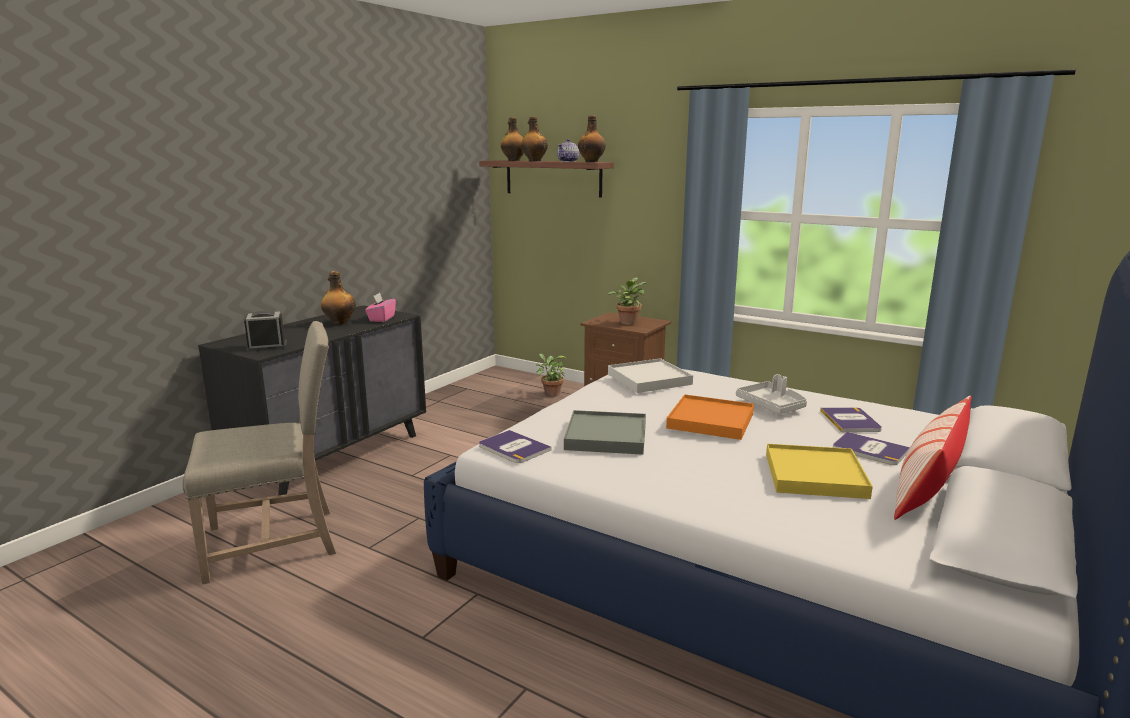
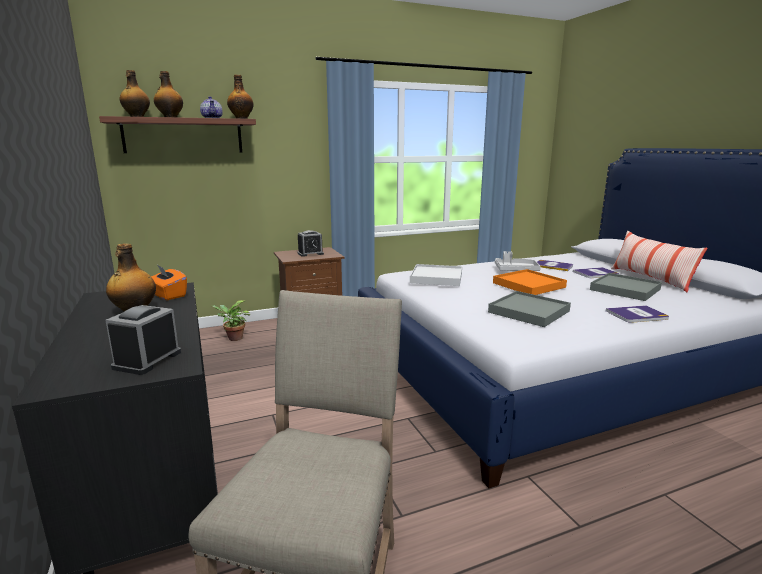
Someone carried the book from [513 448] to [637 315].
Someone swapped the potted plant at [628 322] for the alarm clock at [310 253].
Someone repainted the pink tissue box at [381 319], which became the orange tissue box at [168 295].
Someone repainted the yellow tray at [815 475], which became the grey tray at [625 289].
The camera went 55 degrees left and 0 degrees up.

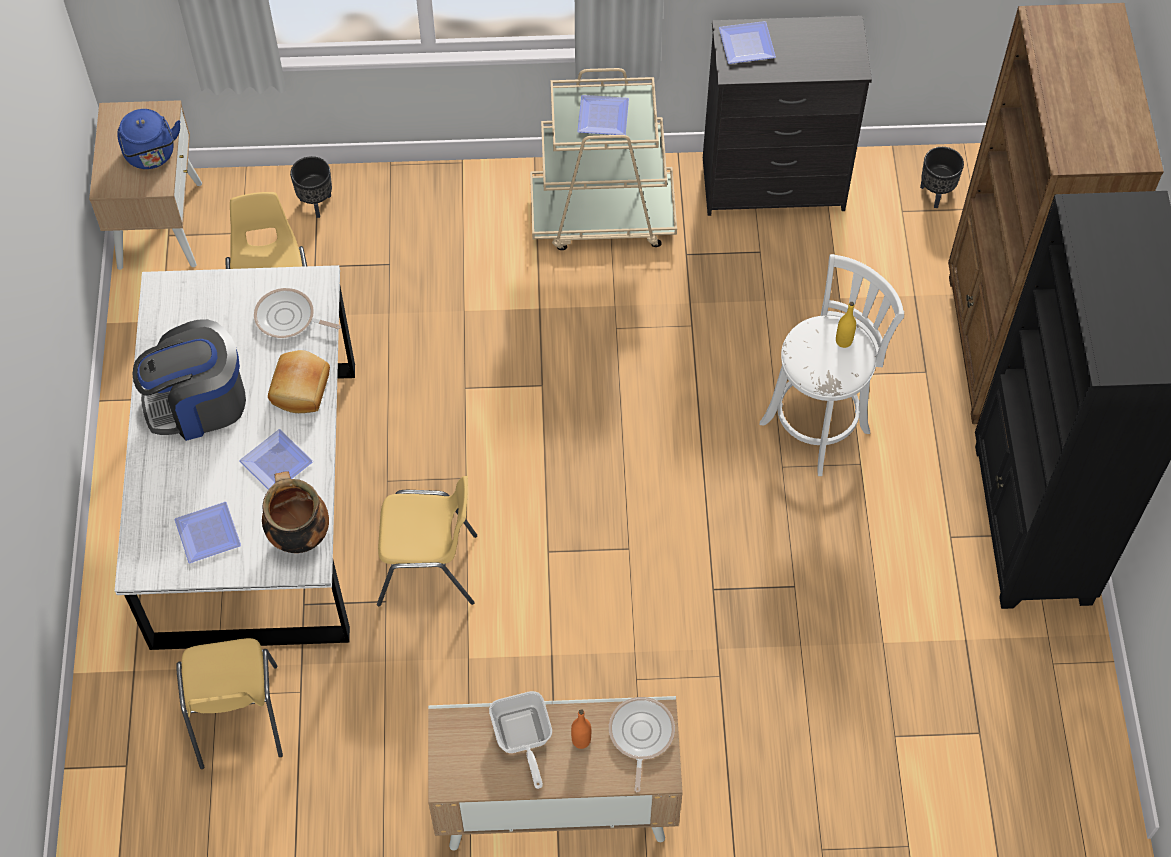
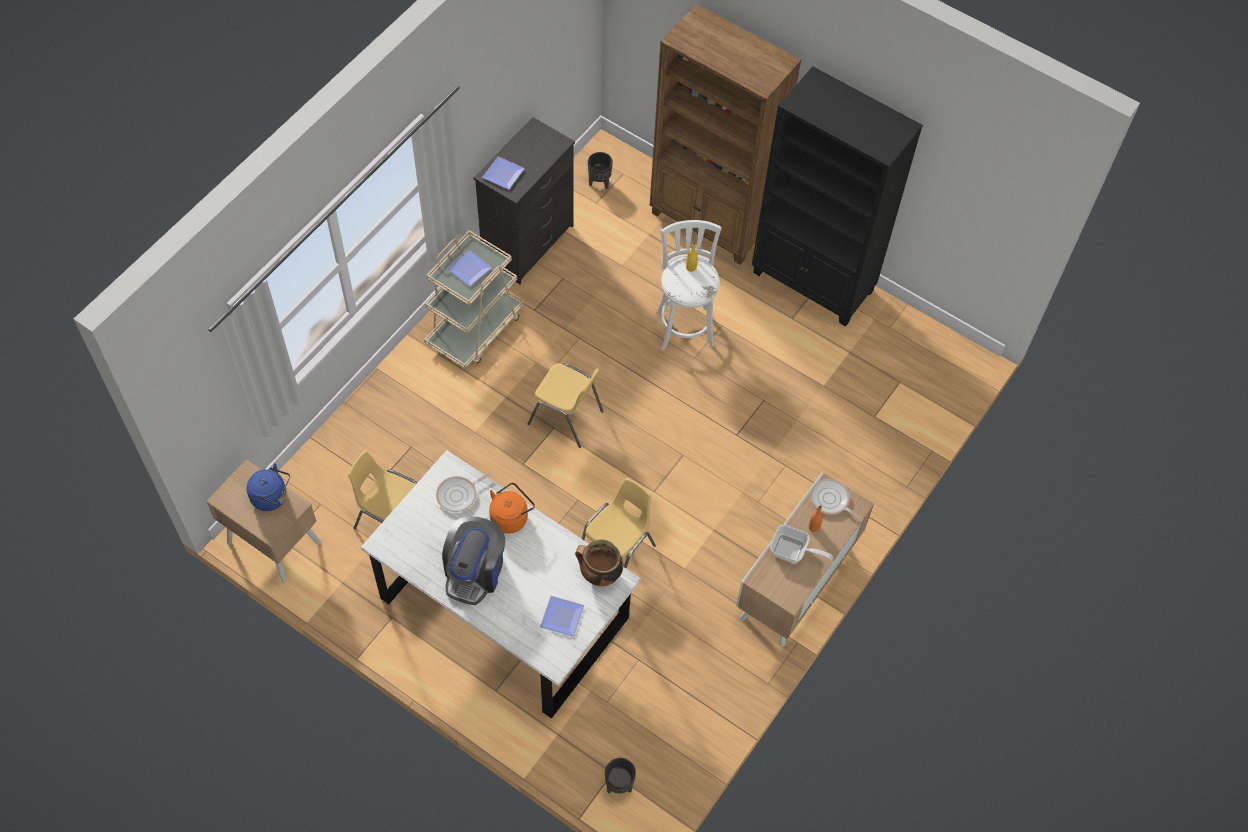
Someone took away the plate at [279 463].
Someone carried the yellow chair from [237 718] to [566 418].
Someone carried the black planter from [317 203] to [619 785].
Someone swapped the bread at [302 389] for the orange kettle at [510 517].
The camera went 55 degrees left and 0 degrees up.

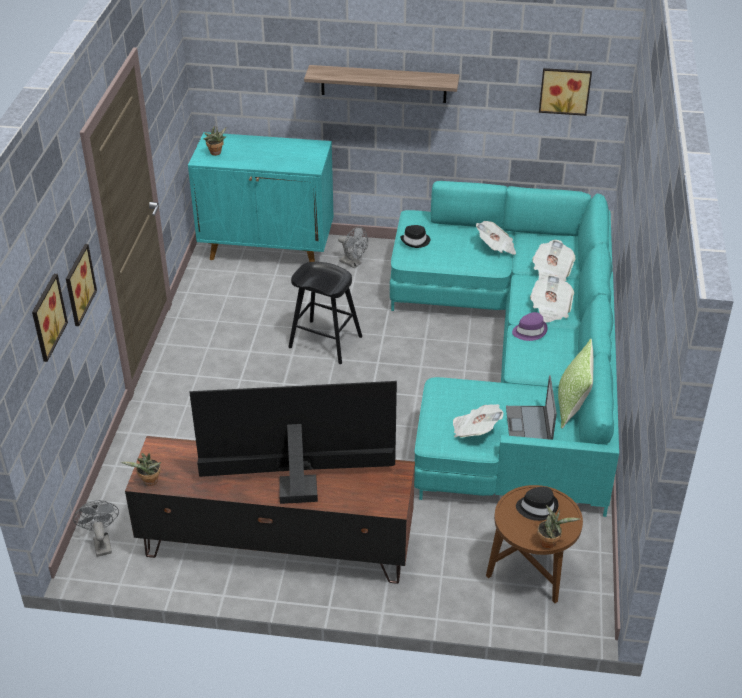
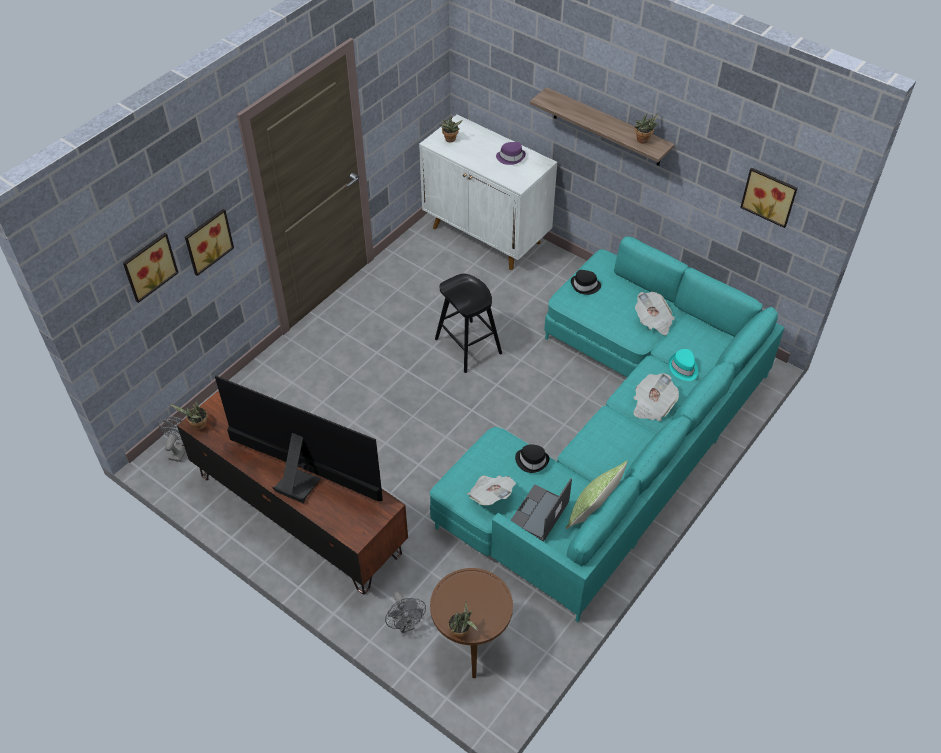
Someone put down the potted plant at [643 141].
Someone carried the grey fan from [353 263] to [405 624].
Someone carried the purple hat from [529 331] to [511 157].
Someone carried the black hat from [537 507] to [532 460].
Someone swapped the newspaper at [551 272] for the turquoise hat at [683 368].
Someone repainted the turquoise cabinet at [268 248], which became the white cabinet at [487 235].
The camera went 30 degrees right and 10 degrees up.

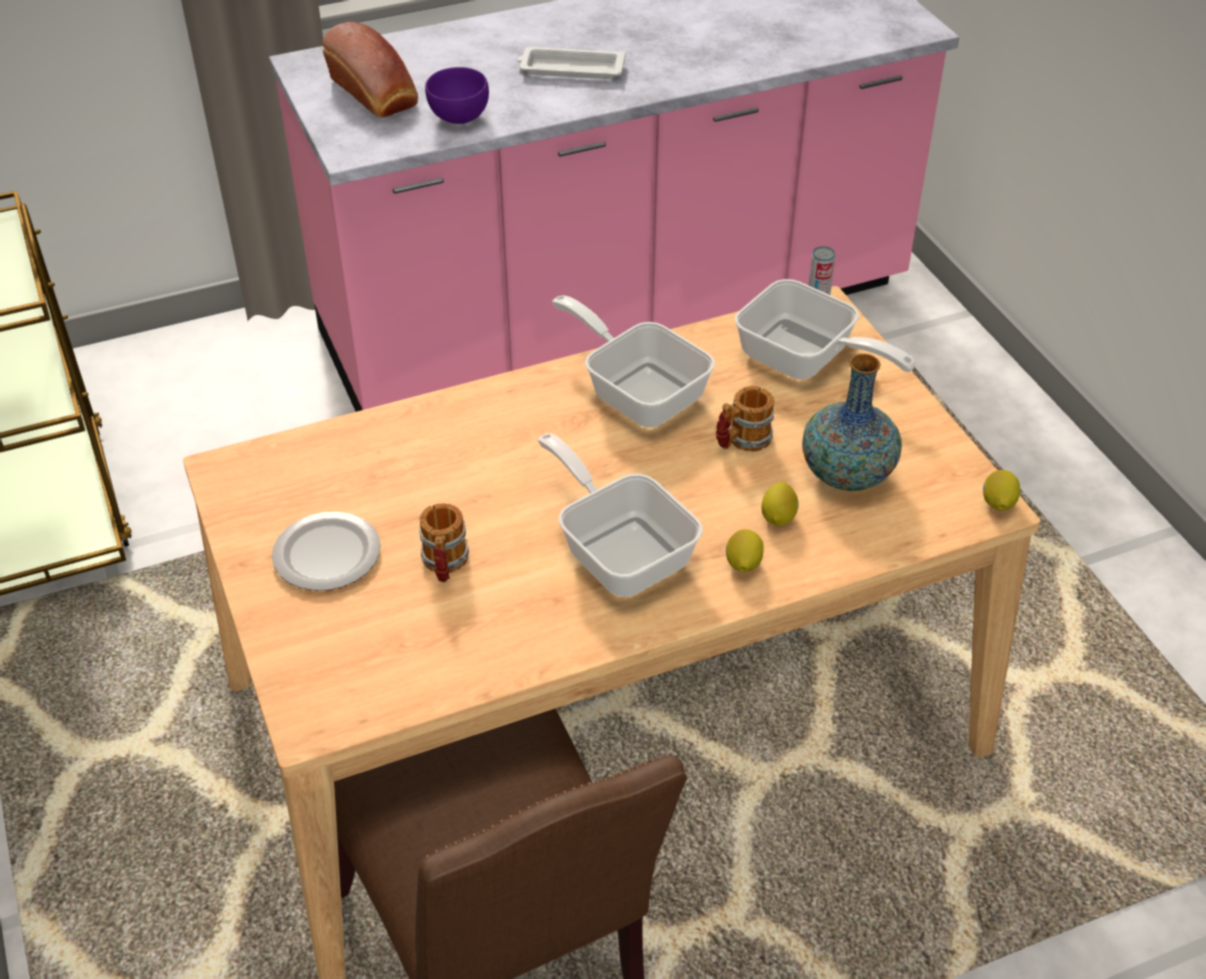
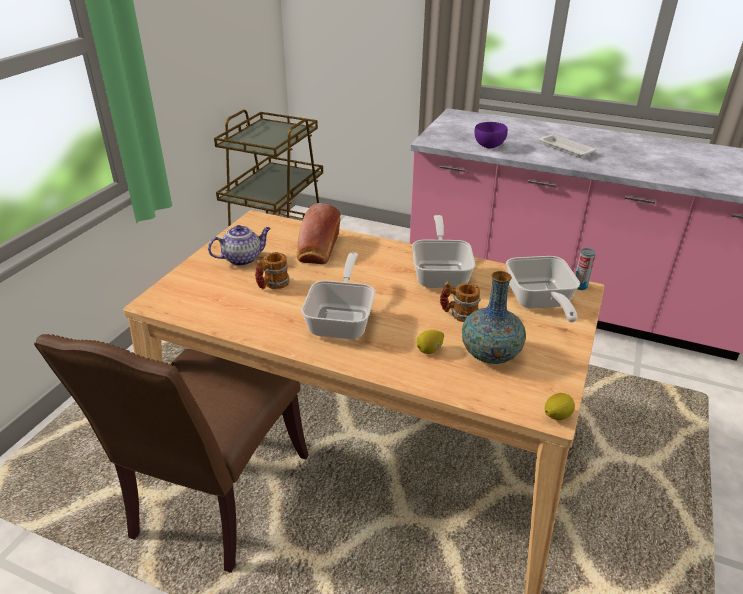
Someone took away the lemon at [743 564].
Someone carried the bread from [375 94] to [318 249].
Someone swapped the plate at [326 553] for the teapot at [243 258].
The camera went 45 degrees right and 10 degrees down.

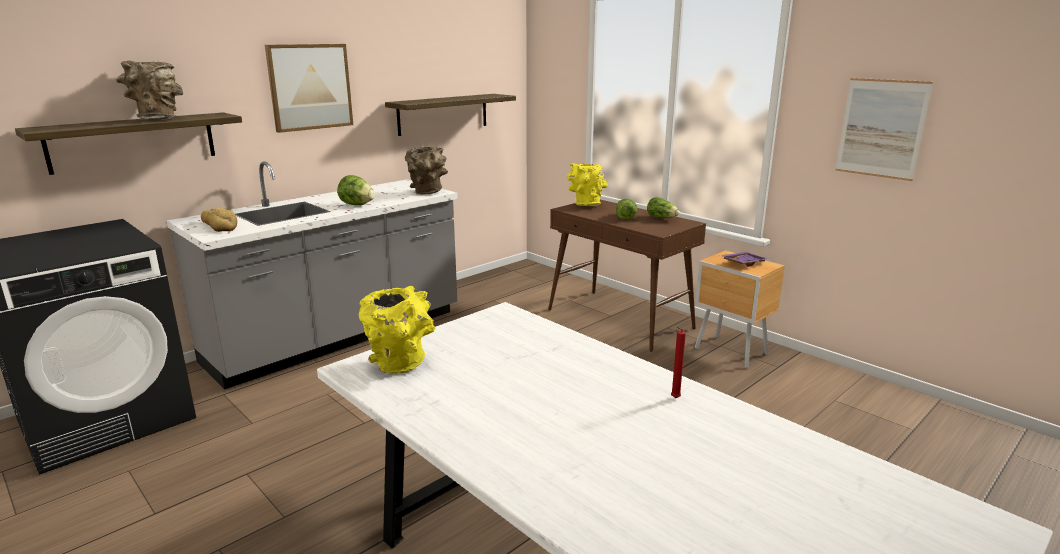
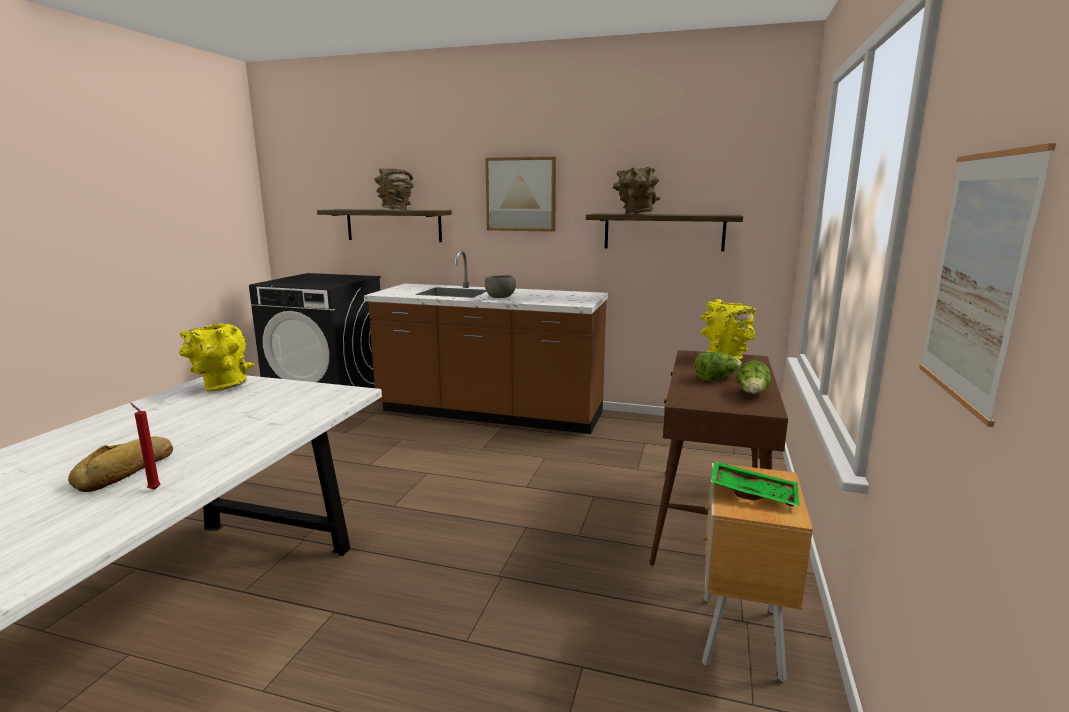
Someone carried the bread from [220 225] to [128 471].
Someone carried the brown vase from [427 192] to [635 214].
Someone swapped the lettuce at [356 205] for the grey bowl at [500 298].
Someone repainted the grey counter at [338 337], which became the brown counter at [489 413].
Someone repainted the purple tray at [743 263], which became the green tray at [753 493].
The camera went 60 degrees right and 5 degrees down.

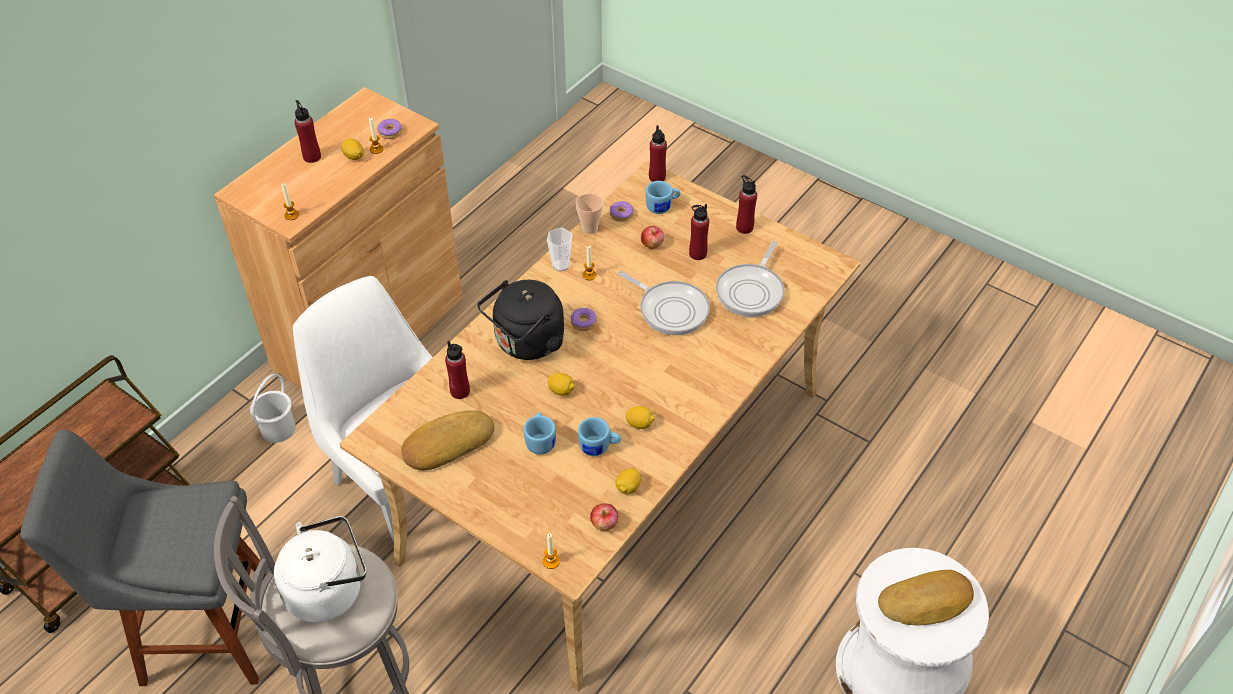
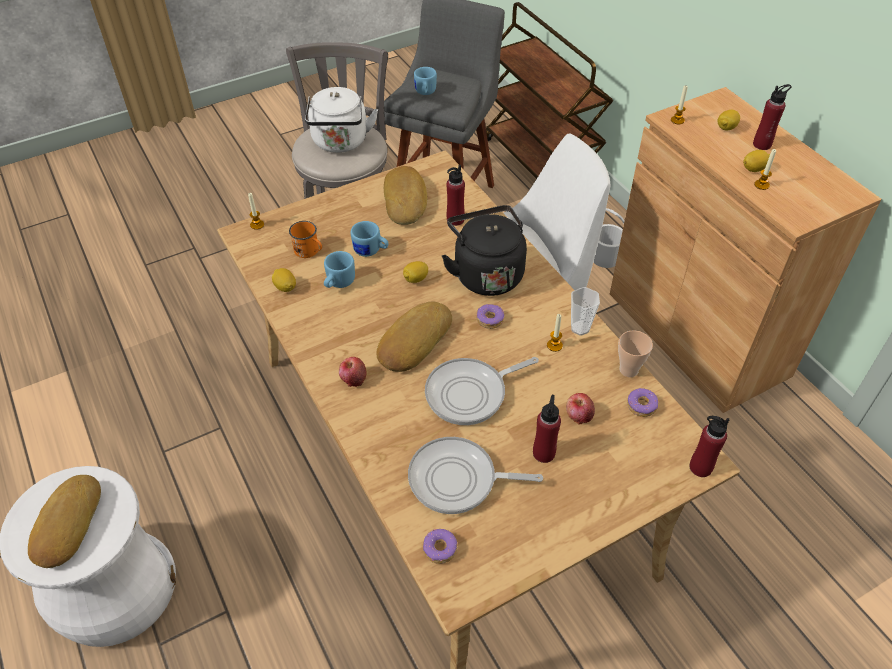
Someone took away the red bottle at [744 227].
Someone put down the orange mug at [309 251].
Someone put down the bread at [413 341].
Someone carried the donut from [390 132] to [440 549].
Someone carried the apple from [604 524] to [353 379].
Someone carried the lemon from [639 424] to [726 128].
Someone carried the blue mug from [662 207] to [424 93].
Someone rotated the frying pan at [751 291] by 45 degrees counterclockwise.
The camera went 115 degrees right and 0 degrees up.

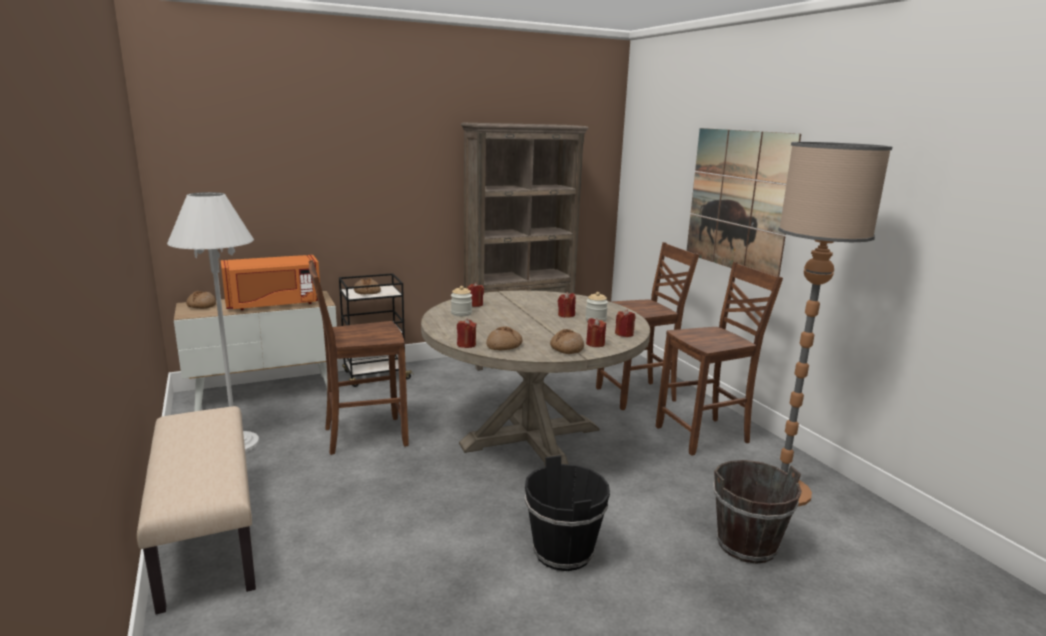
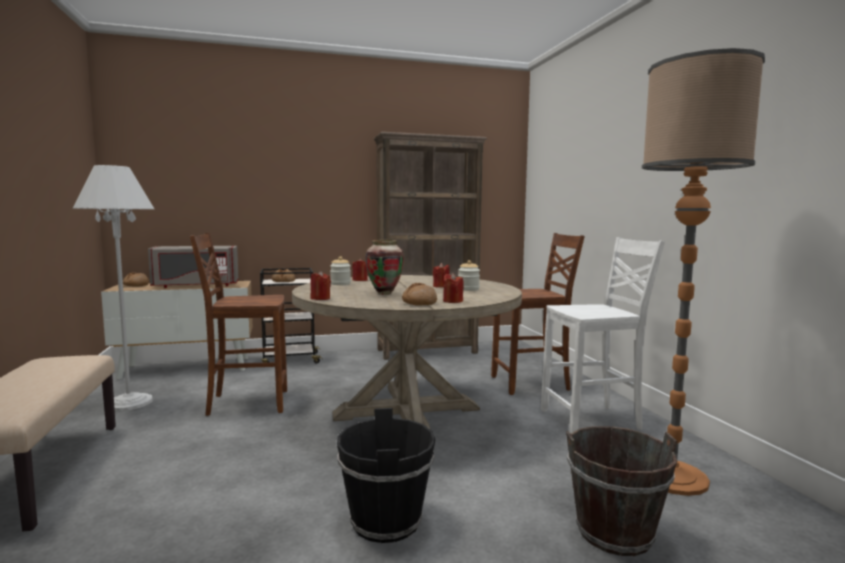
Someone took away the bread at [504 346].
Someone took away the red candle at [624 334].
Someone took away the picture at [738 200].
Someone put down the vase at [384 293].
Someone repainted the orange microwave at [273 304], which became the grey microwave at [196 285].
Someone repainted the brown chair at [705 436], which became the white chair at [593 420].
The camera went 10 degrees right and 10 degrees down.

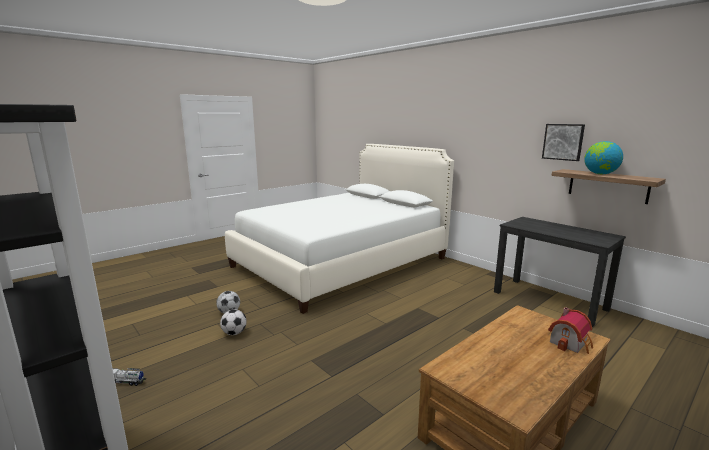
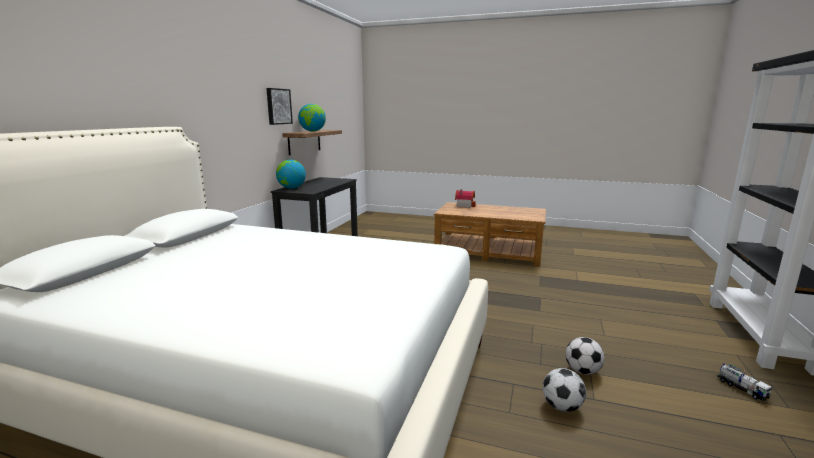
Someone put down the globe at [291 188].
The camera went 120 degrees left and 0 degrees up.

